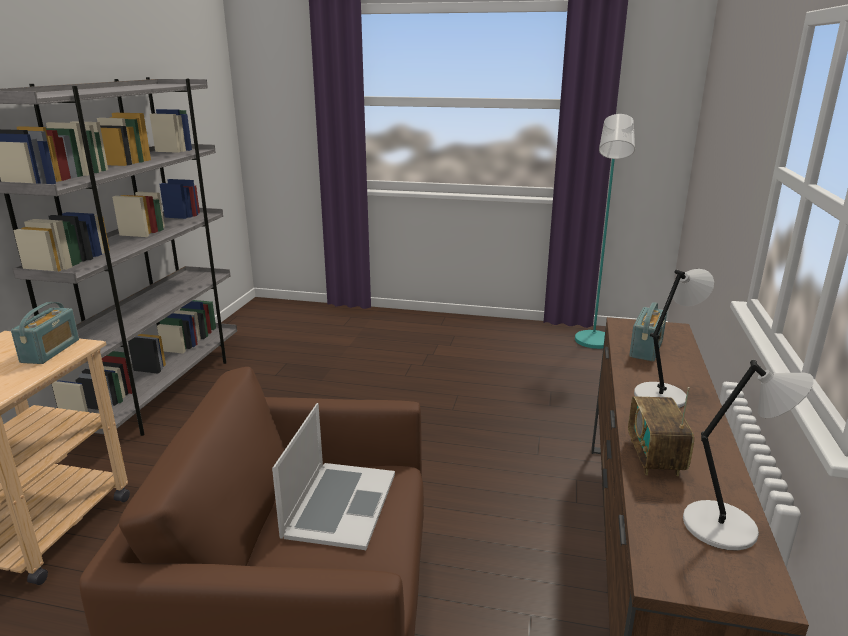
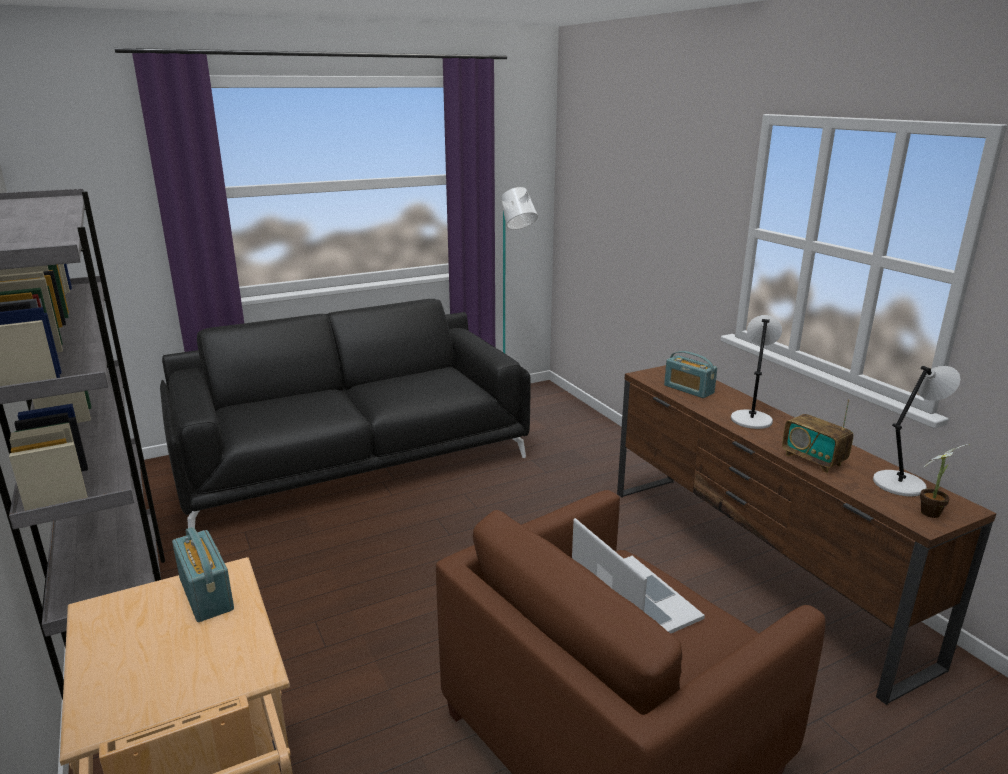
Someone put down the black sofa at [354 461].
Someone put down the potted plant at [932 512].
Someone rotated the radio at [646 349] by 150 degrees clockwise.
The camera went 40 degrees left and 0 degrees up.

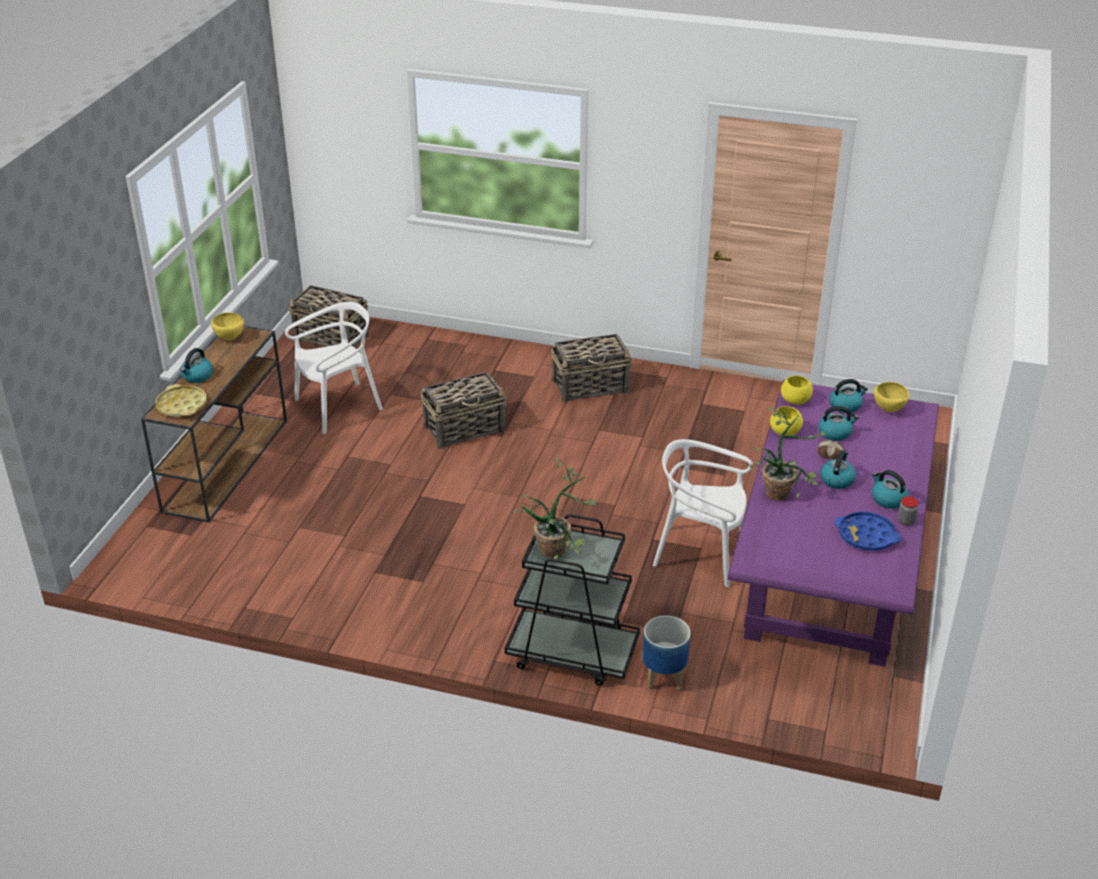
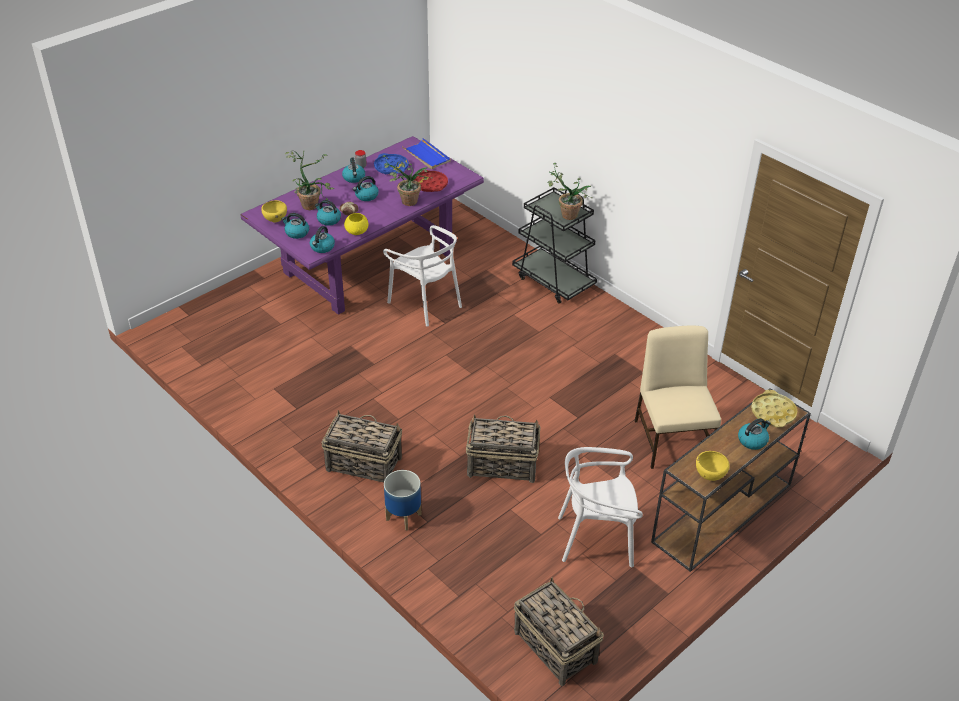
Someone put down the potted plant at [312 203].
Someone put down the blue tray at [426 156].
Someone put down the red tray at [430 184].
Someone put down the beige chair at [672 440].
Someone carried the planter from [663 677] to [404 517].
Someone swapped the yellow bowl at [795 400] for the kettle at [322 247].
The camera went 150 degrees left and 5 degrees up.

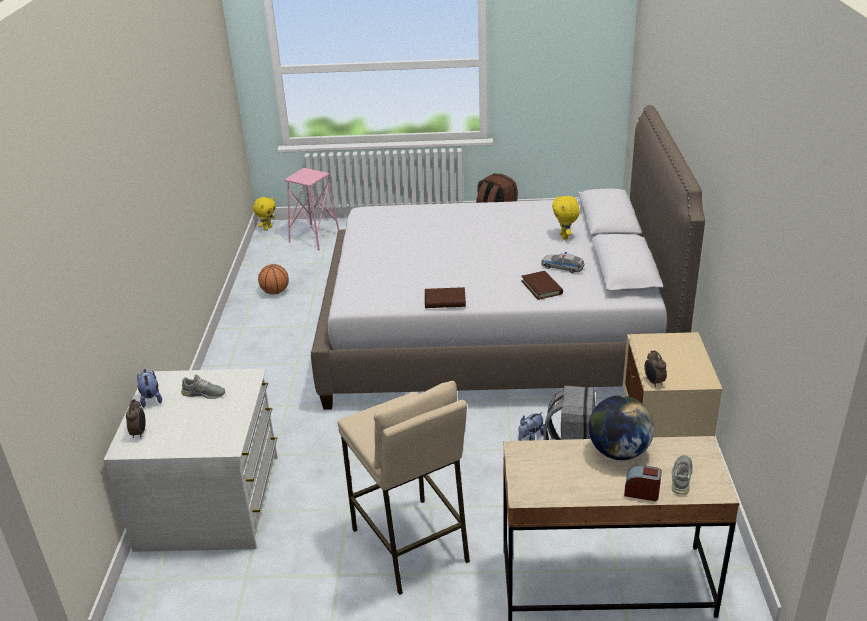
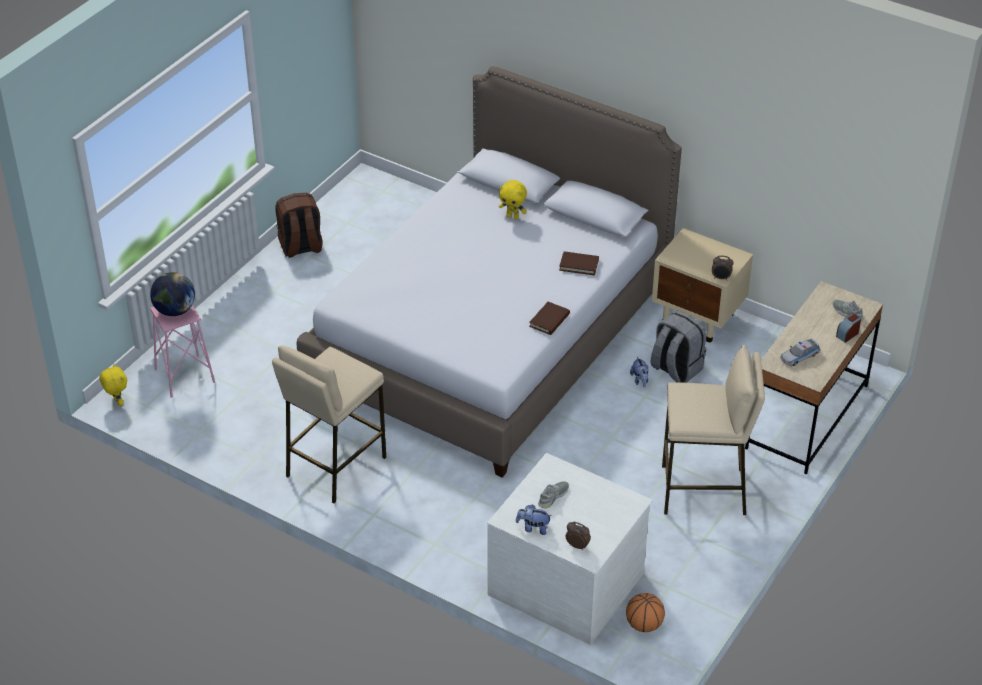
Someone put down the beige stool at [335 466].
Someone carried the basketball from [275 292] to [644 625].
Someone carried the toy car from [562 267] to [799 356].
Someone carried the globe from [618 452] to [175 311].
The camera went 60 degrees left and 10 degrees up.

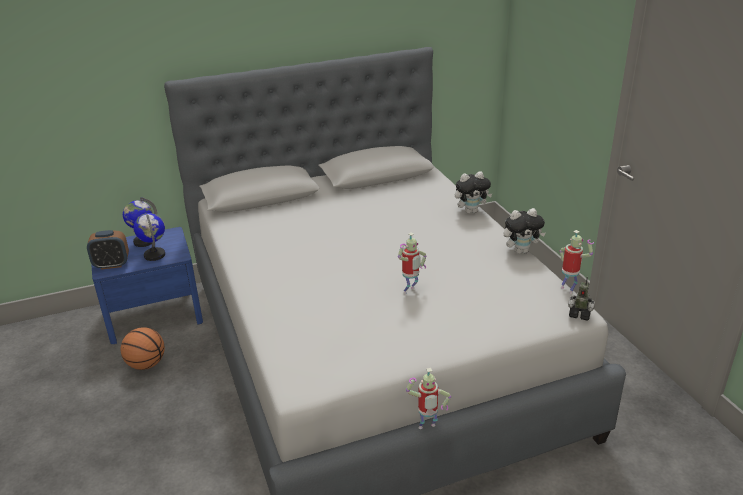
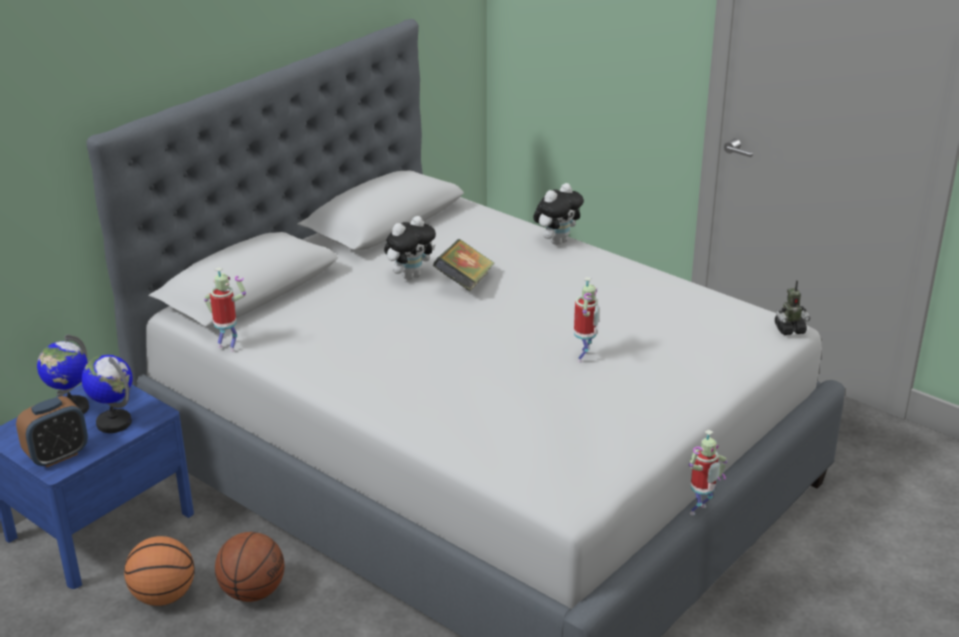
Someone put down the basketball at [252 591].
Someone put down the book at [464 283].
Someone carried the plush toy from [521 251] to [410 275].
Someone carried the toy robot from [568 289] to [228 347].
The camera went 30 degrees left and 0 degrees up.

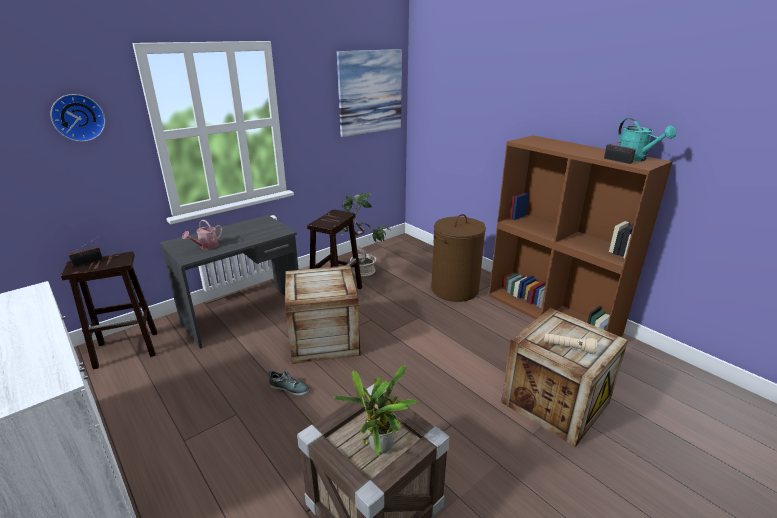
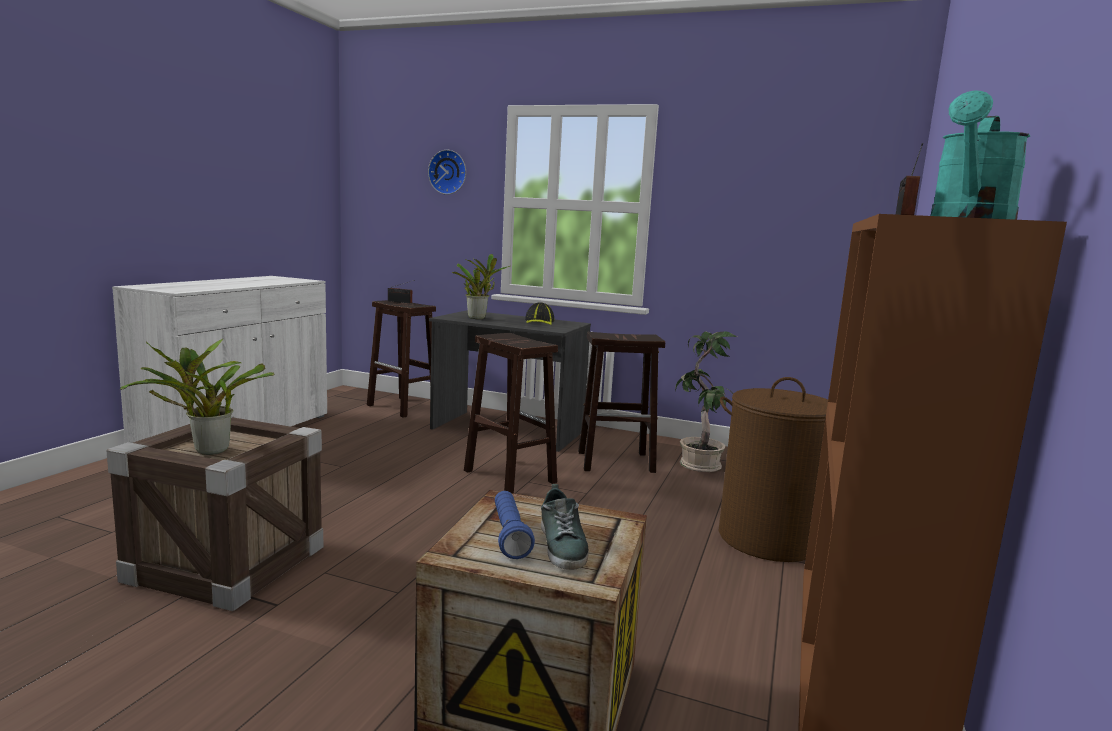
Someone took away the picture at [370 92].
Someone put down the cap at [539 322].
Someone carried the shoe from [289 388] to [563 545].
Someone swapped the watering can at [206 246] for the potted plant at [478 318].
Someone swapped the crate at [324 339] for the brown stool at [508 476].
Someone repainted the beige flashlight at [568 348], which became the blue flashlight at [509 535].
The camera went 60 degrees right and 15 degrees down.

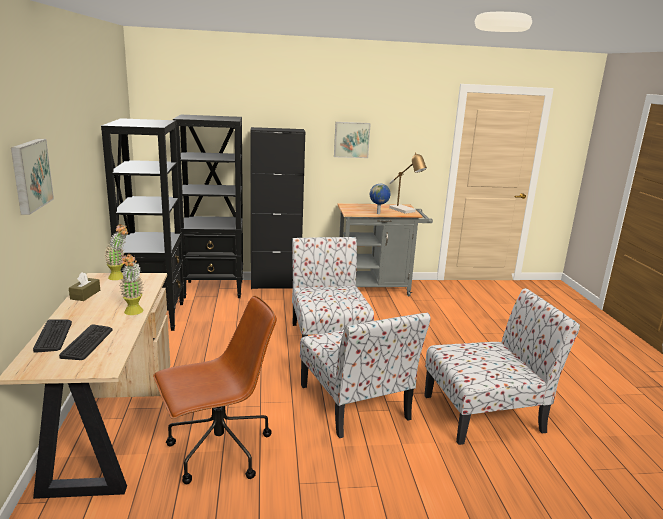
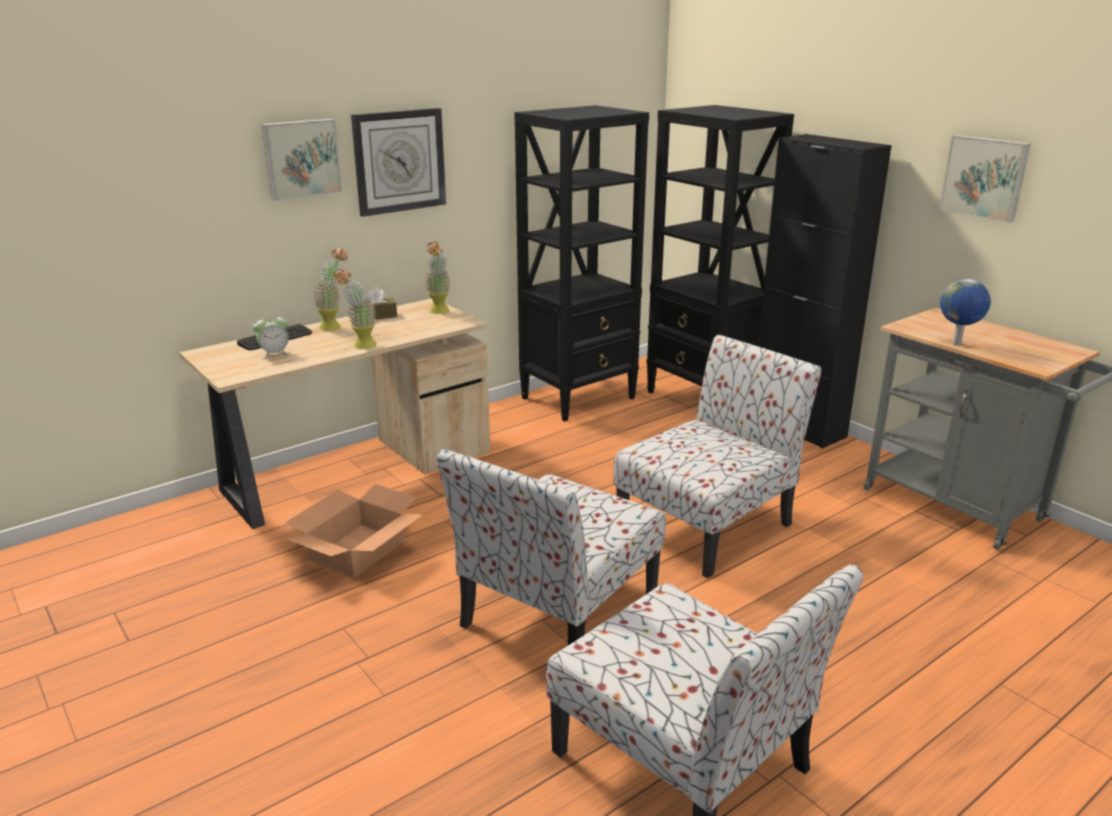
Someone took away the table lamp at [405 210].
Someone put down the potted plant at [335 326].
Someone put up the wall clock at [399 161].
Someone swapped the keyboard at [87 343] for the alarm clock at [274 354].
Someone swapped the brown office chair at [218 451] for the cardboard box at [357 550].
The camera went 60 degrees right and 5 degrees up.

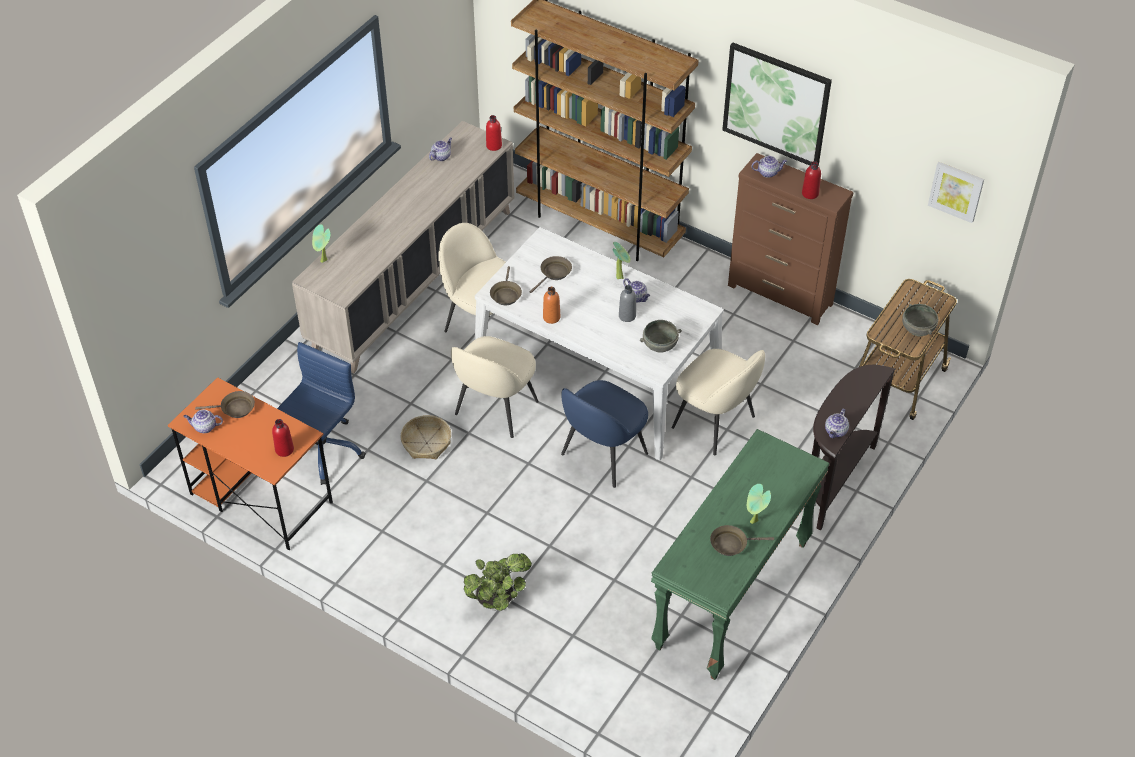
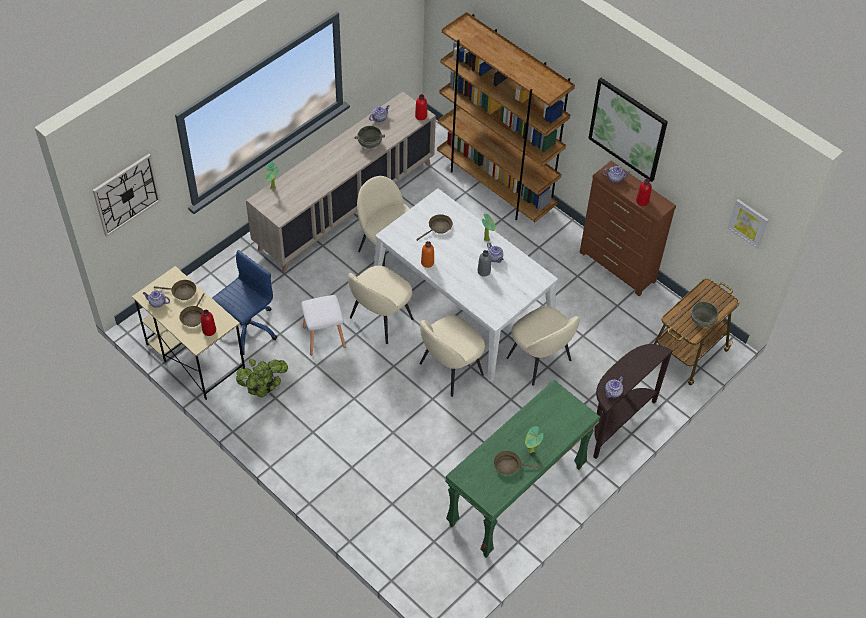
Someone put up the wall clock at [126 194].
Someone carried the potted plant from [498 600] to [264 389].
Someone carried the brown frying pan from [505 294] to [193 317].
Someone carried the grey bowl from [660 345] to [370 143].
Someone swapped the basket at [426 443] for the white stool at [323 336].
Someone repainted the orange desk at [260 498], which became the beige desk at [194 356].
Someone repainted the blue chair at [602 455], which became the beige chair at [449 370].
The camera went 10 degrees right and 5 degrees up.

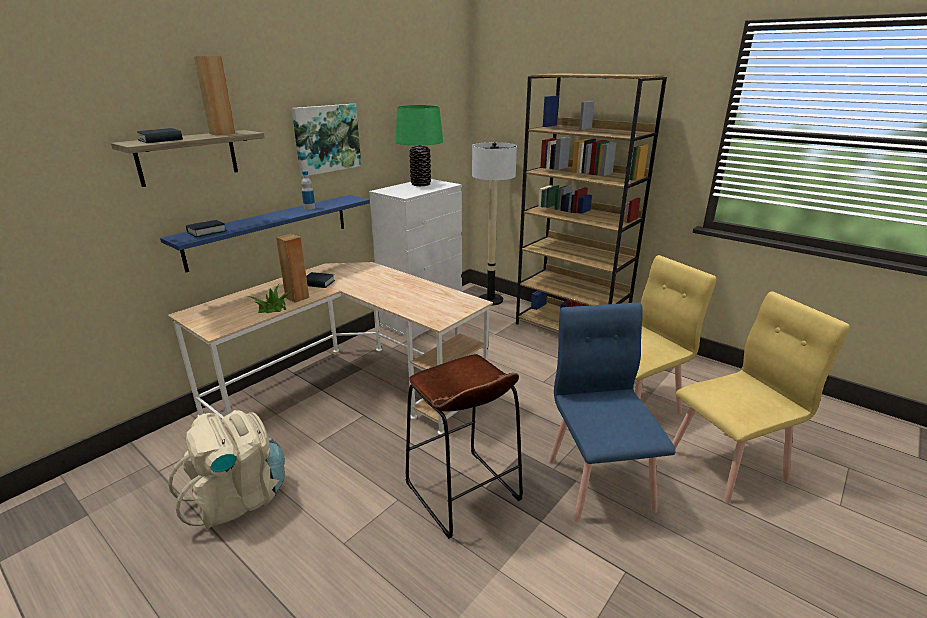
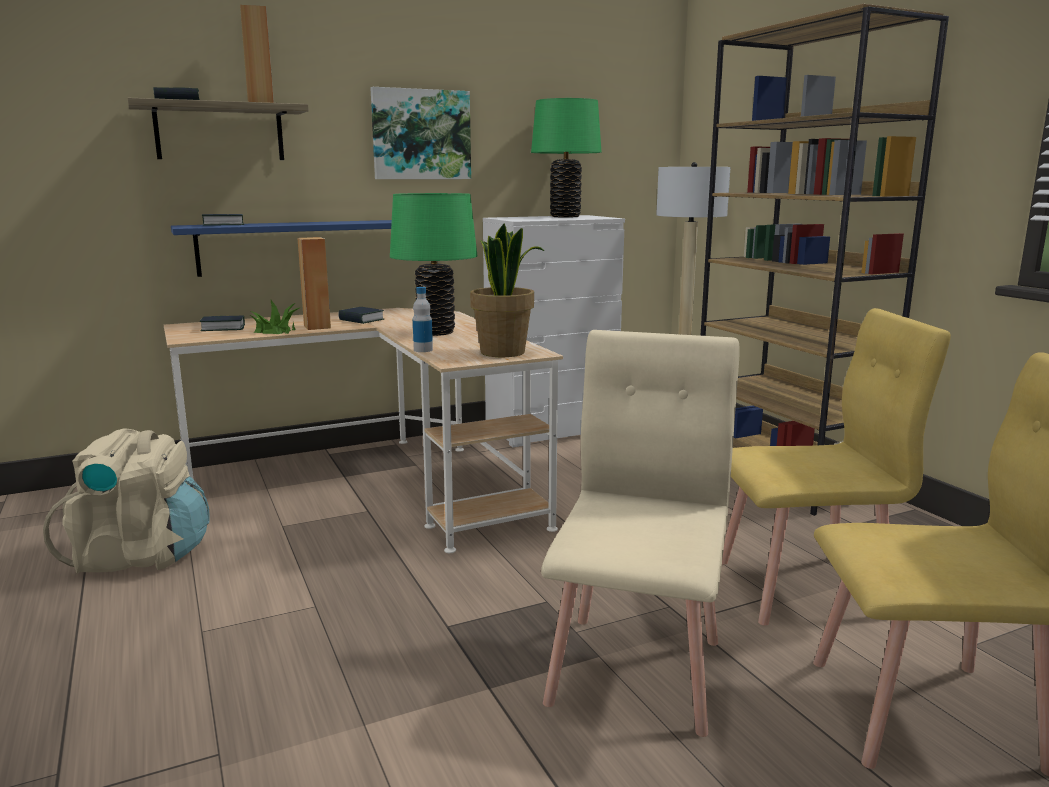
Someone took away the brown stool at [462 492].
Someone put down the book at [223 328].
Someone put down the green table lamp at [436 332].
Someone put down the potted plant at [504 352].
Someone carried the bottle from [309 208] to [423 350].
Someone repainted the blue chair at [600 483], which became the beige chair at [637 670].
The camera went 25 degrees right and 10 degrees down.

